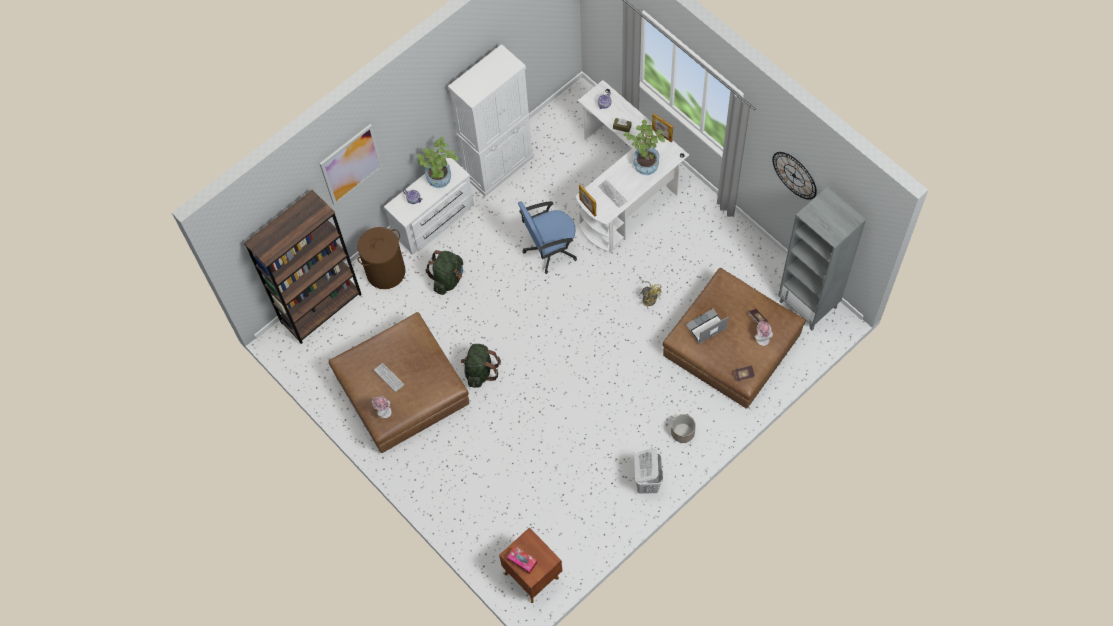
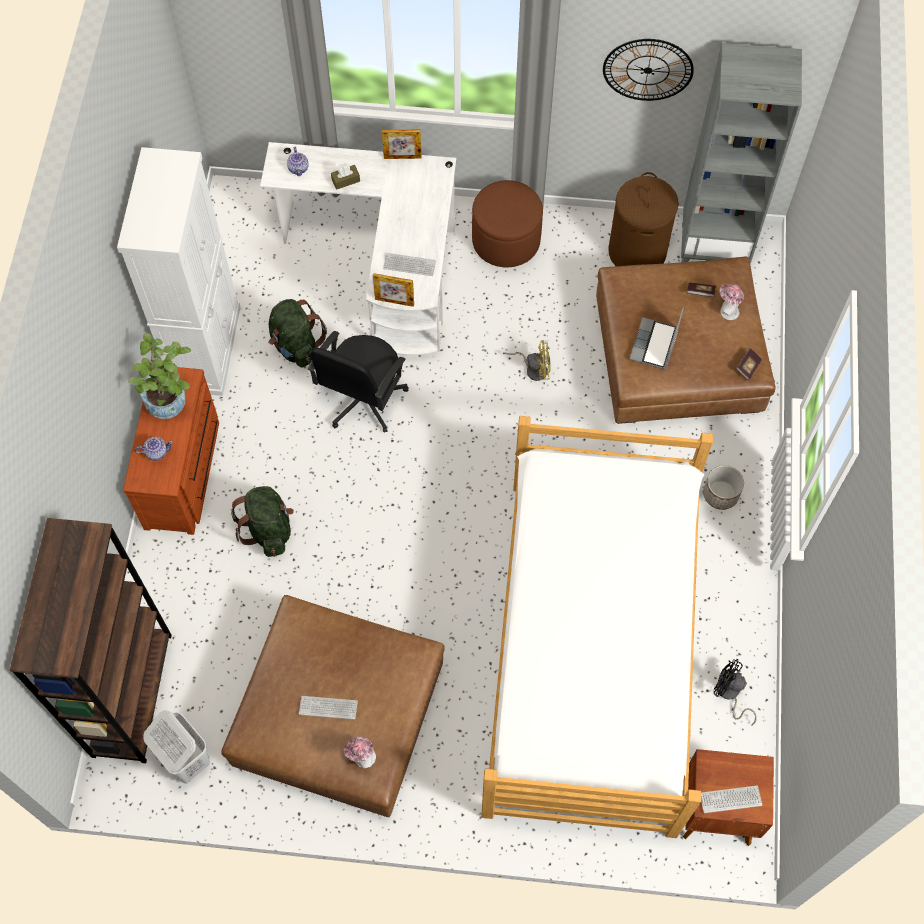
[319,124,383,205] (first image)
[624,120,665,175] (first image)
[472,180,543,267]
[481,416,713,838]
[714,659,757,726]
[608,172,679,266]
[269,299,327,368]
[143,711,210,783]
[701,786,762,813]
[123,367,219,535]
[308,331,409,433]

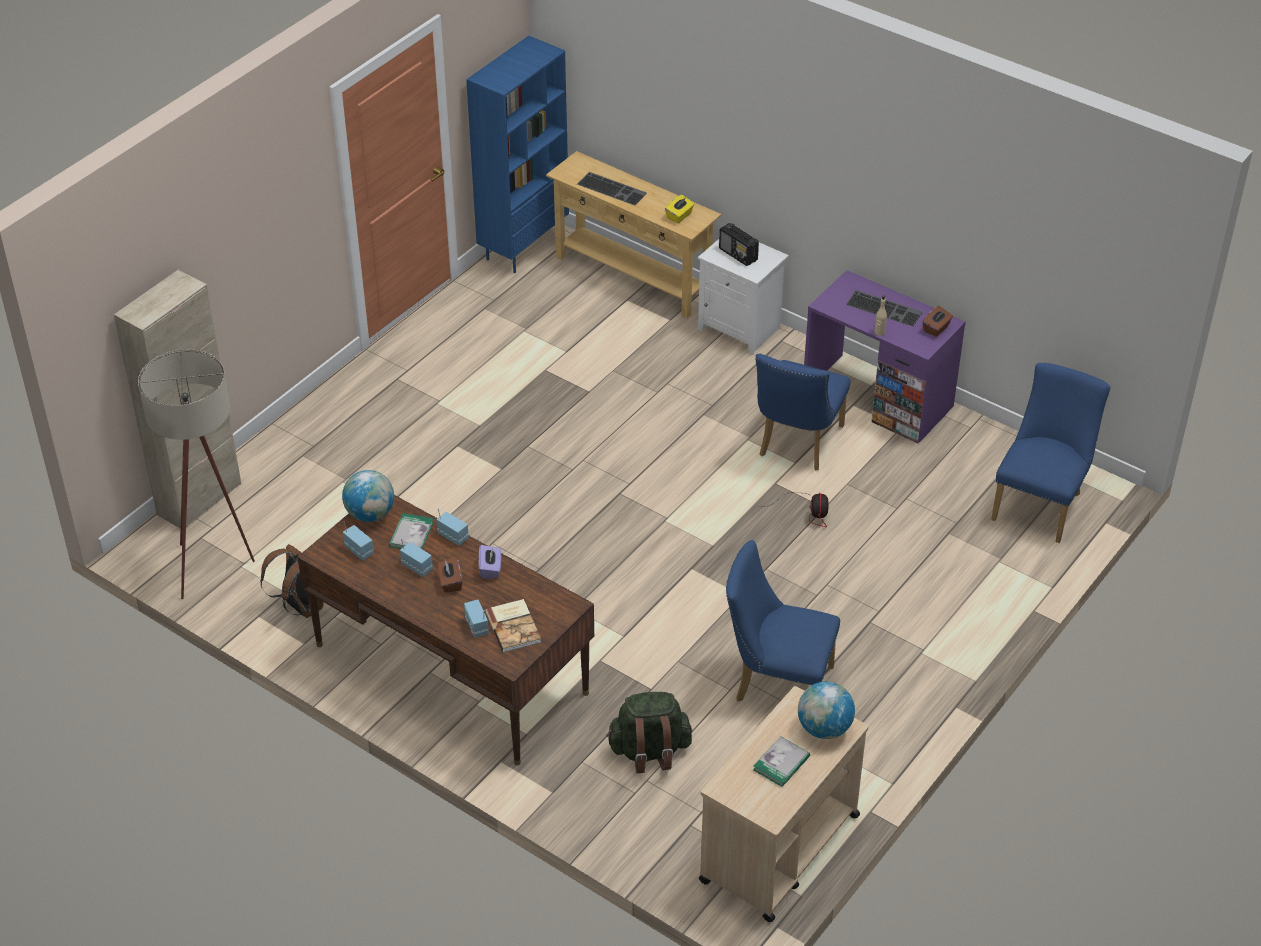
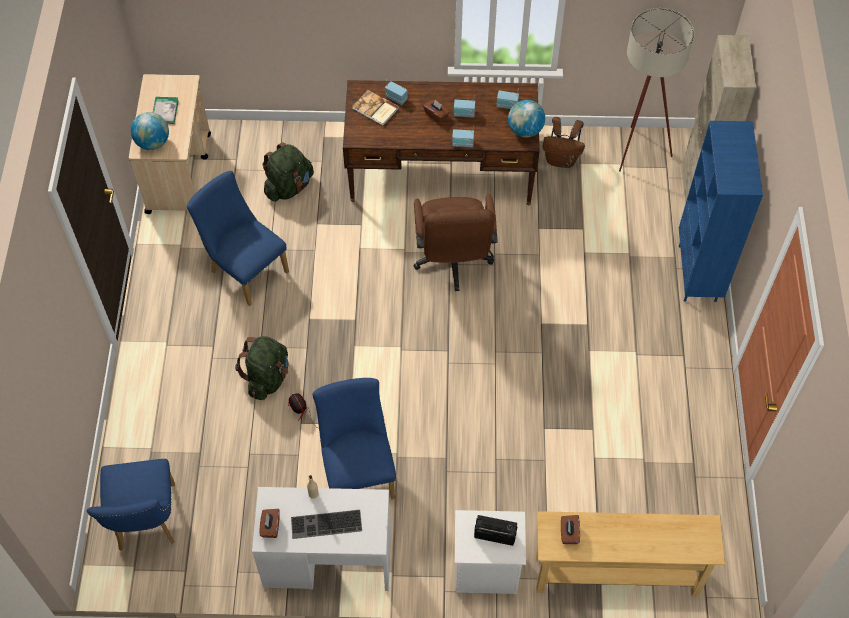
[389,513,434,549] (first image)
[478,545,501,579] (first image)
[577,172,647,205] (first image)
[235,336,289,400]
[414,194,498,291]
[679,121,763,302]
[561,515,580,544]
[252,487,391,591]
[187,171,289,306]

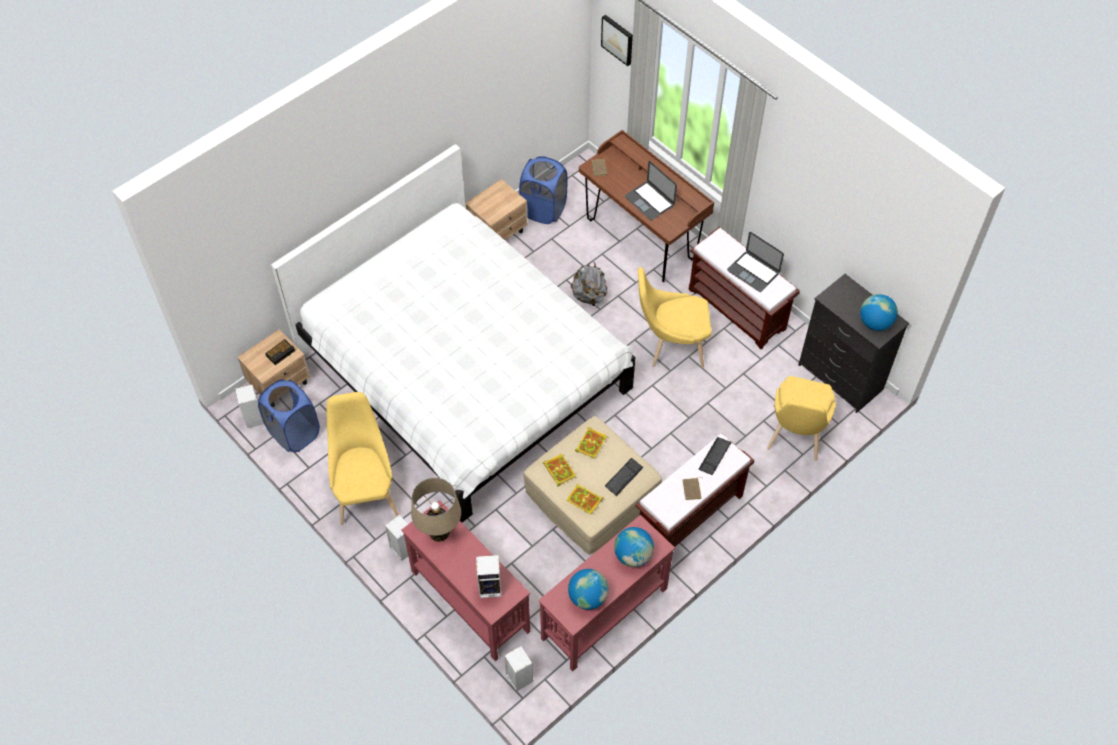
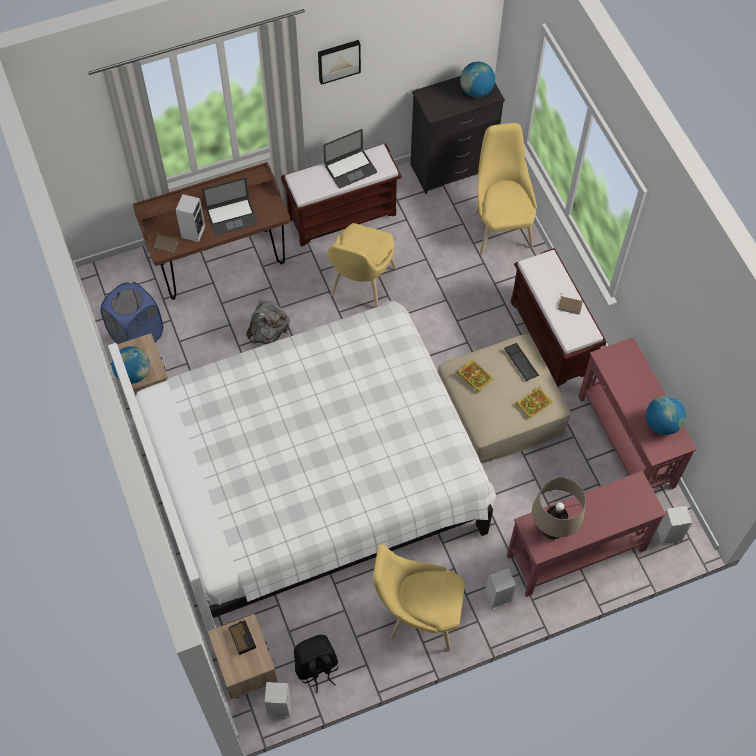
[543,454,576,486] (first image)
[698,437,731,475] (first image)
[176,194,205,242]
[318,40,361,85]
[112,346,150,384]
[294,635,338,693]
[473,123,537,255]

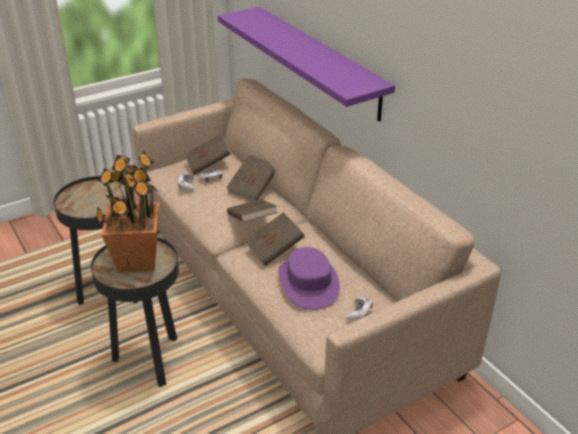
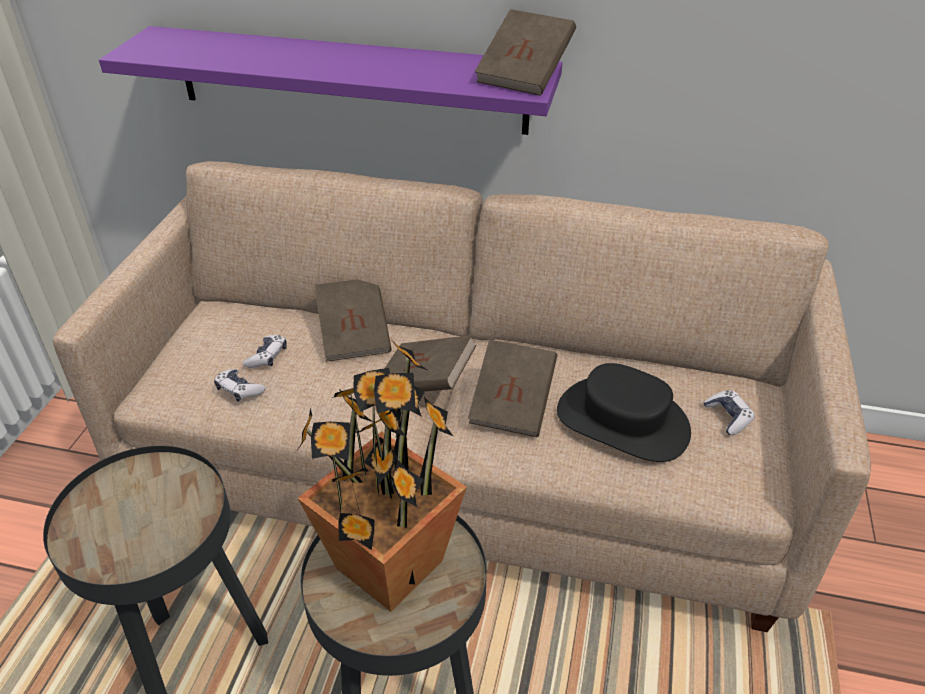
[475,9,576,96]
[557,363,691,462]

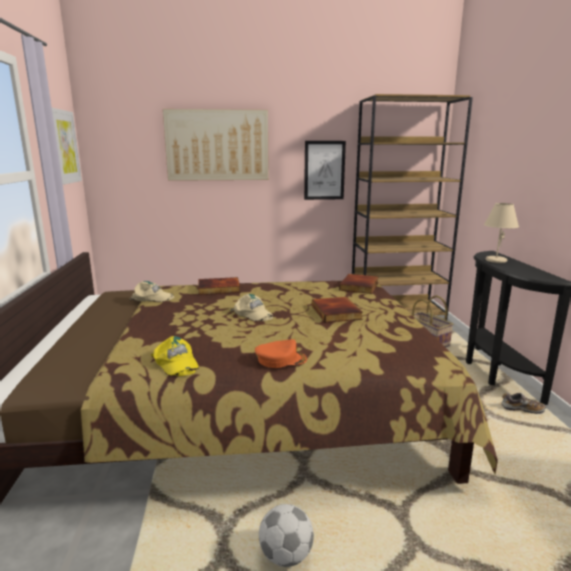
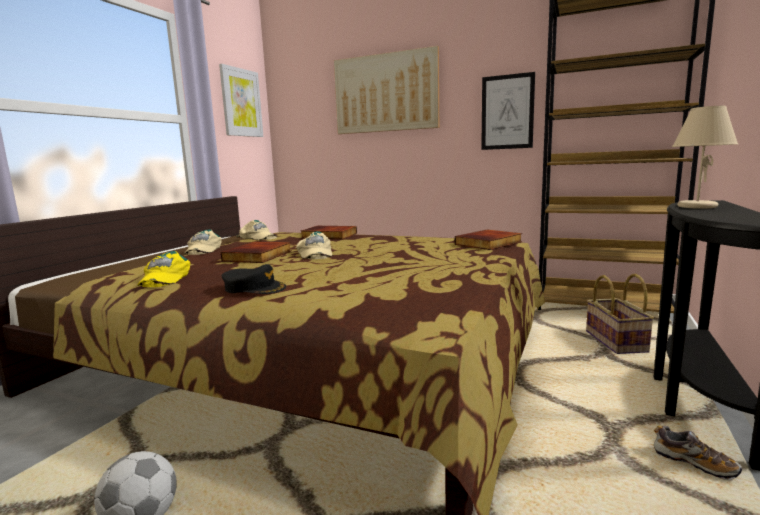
[184,229,222,255]
[221,242,292,263]
[221,264,286,294]

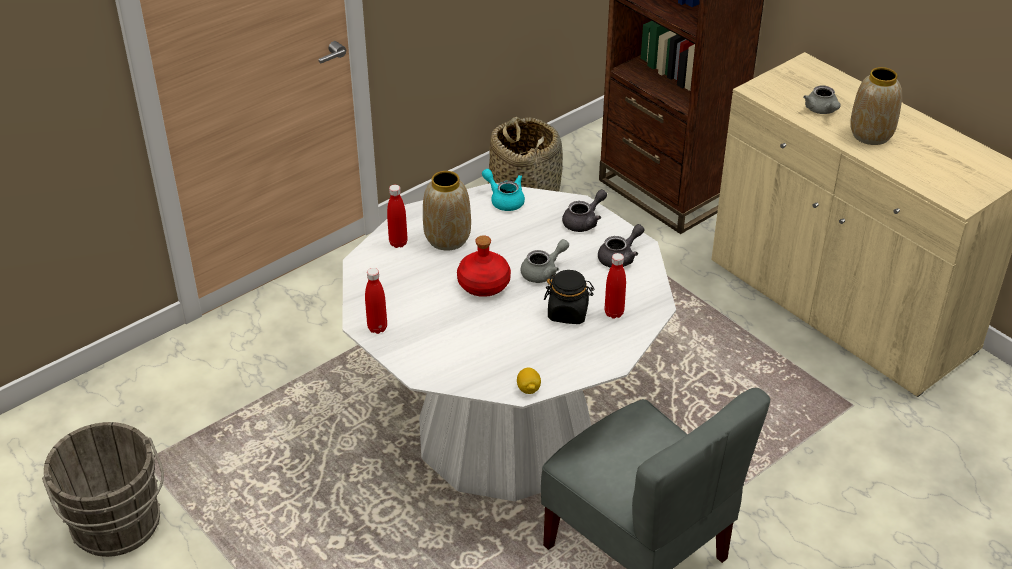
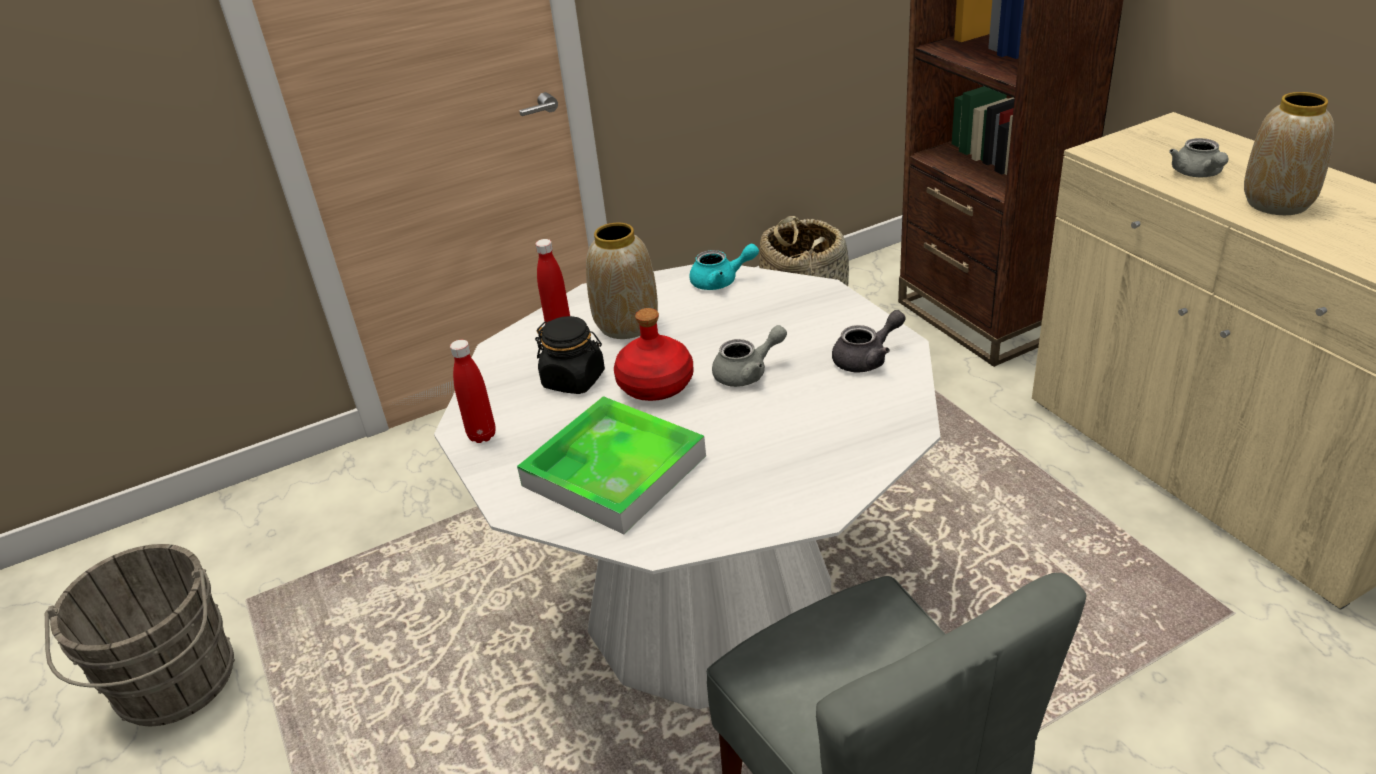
[517,367,541,394] (first image)
[562,189,607,232] (first image)
[605,253,626,319] (first image)
[517,396,706,535]
[535,316,605,394]
[689,244,759,290]

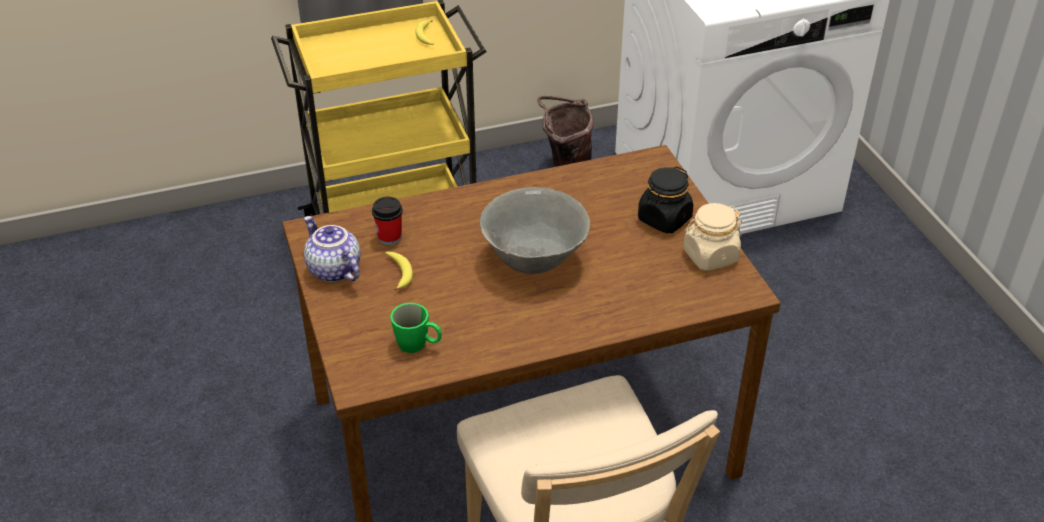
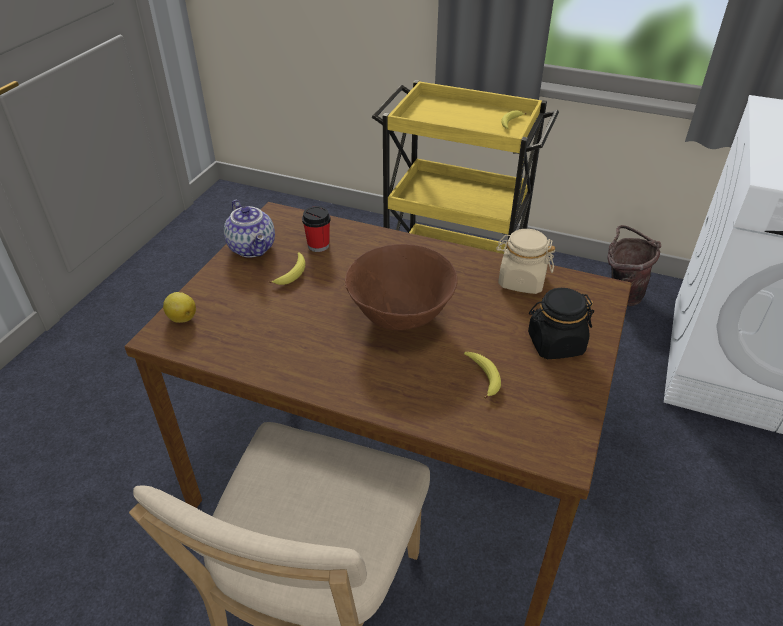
[390,303,442,353] (first image)
[163,292,196,323]
[464,352,501,399]
[496,229,555,294]
[345,244,458,330]
[224,200,275,258]

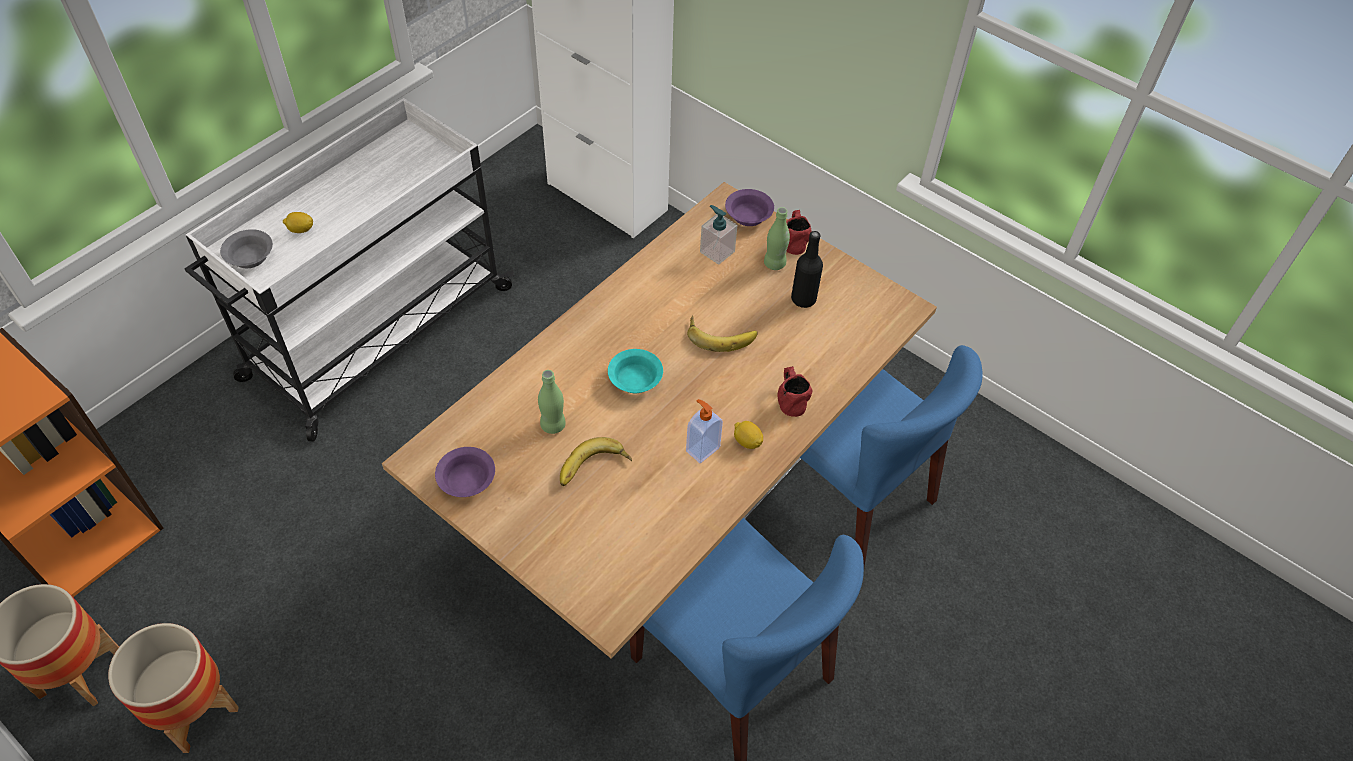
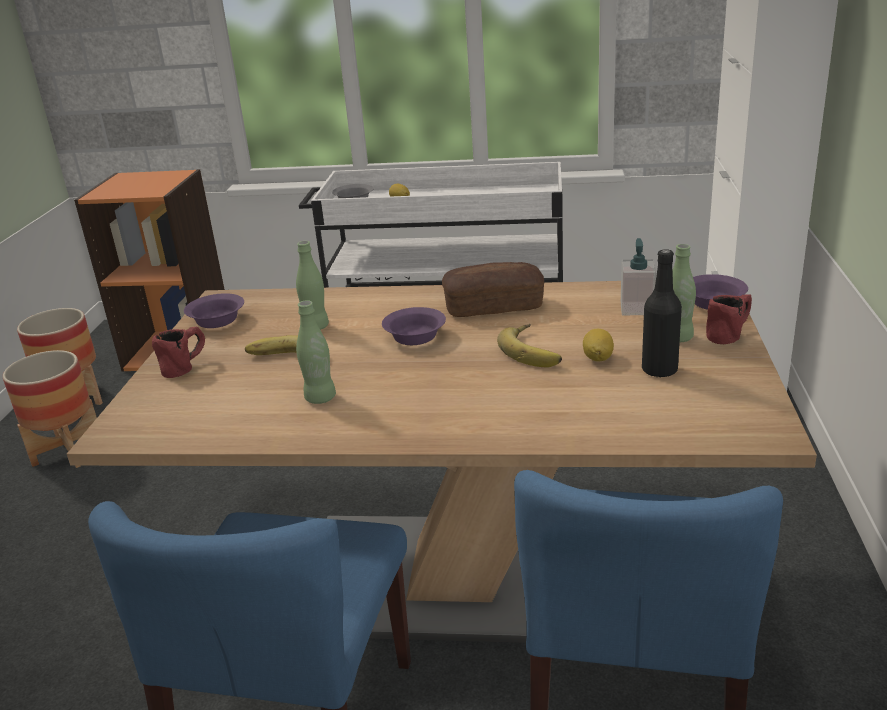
[686,399,723,463] (first image)
[296,300,336,404]
[442,262,544,317]
[583,329,614,361]
[152,327,205,378]
[382,307,446,345]

